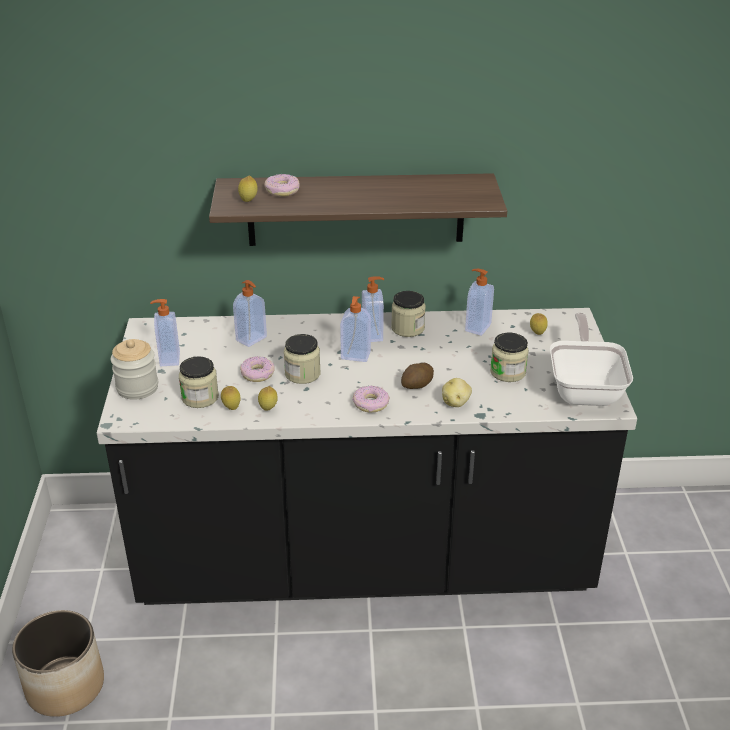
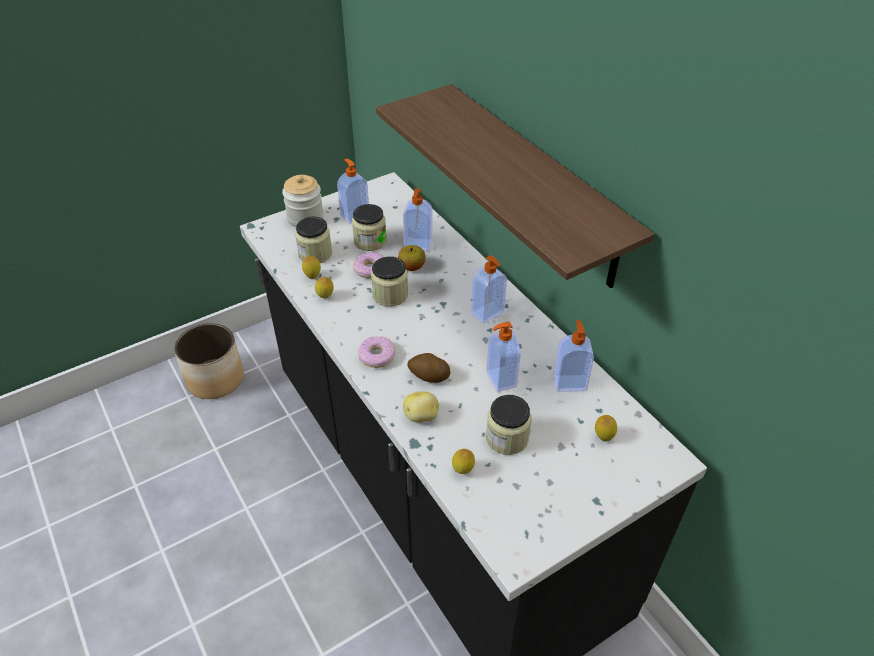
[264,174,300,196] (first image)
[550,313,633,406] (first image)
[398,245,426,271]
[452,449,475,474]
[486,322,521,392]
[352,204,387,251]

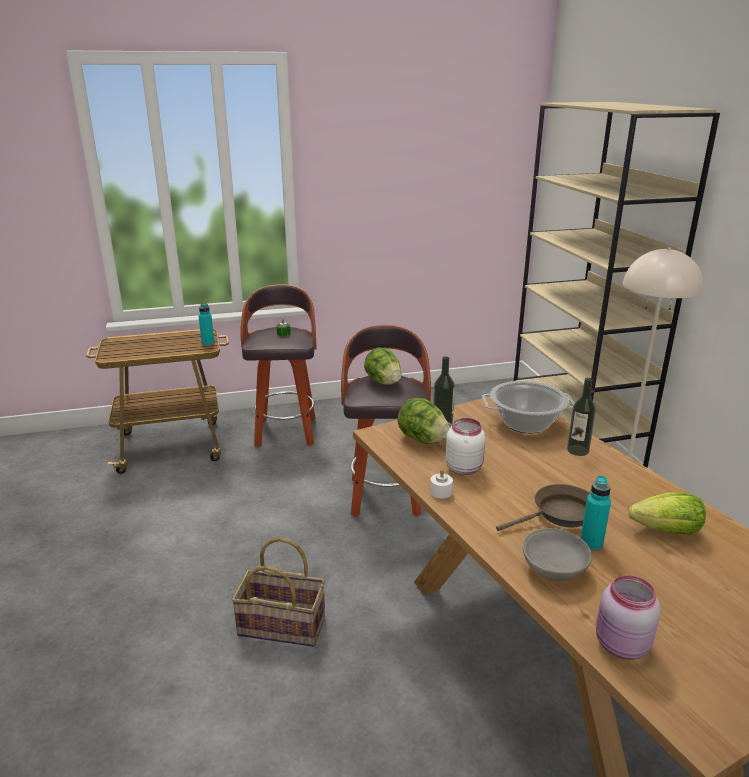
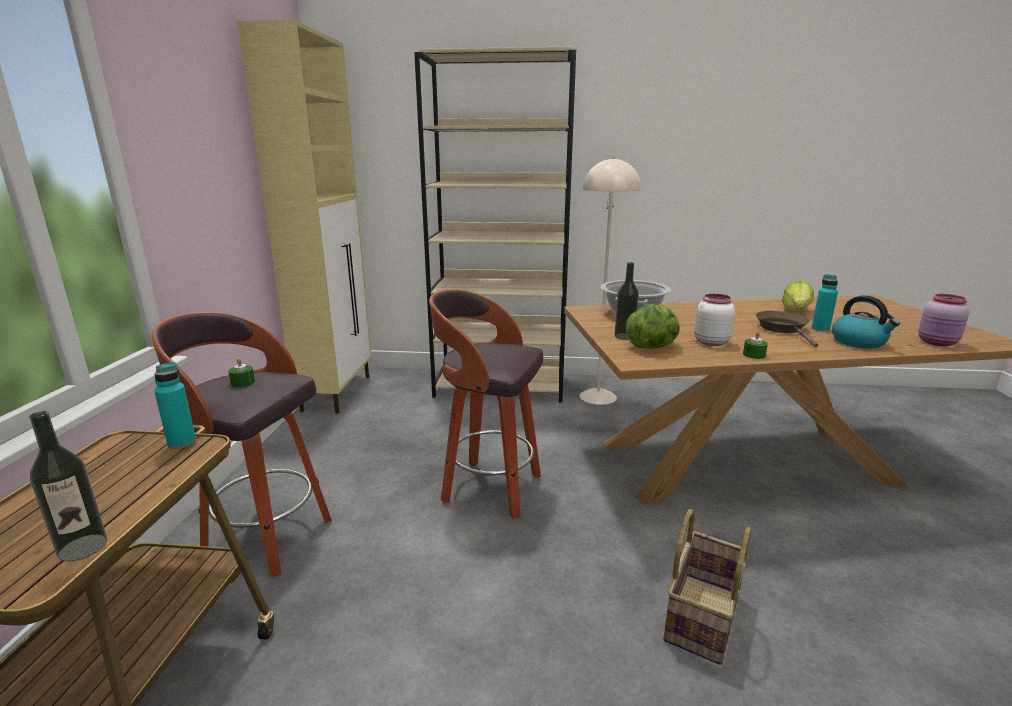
[364,347,401,385] (first image)
[237,20,372,414]
[29,411,107,562]
[832,295,900,349]
[743,331,768,359]

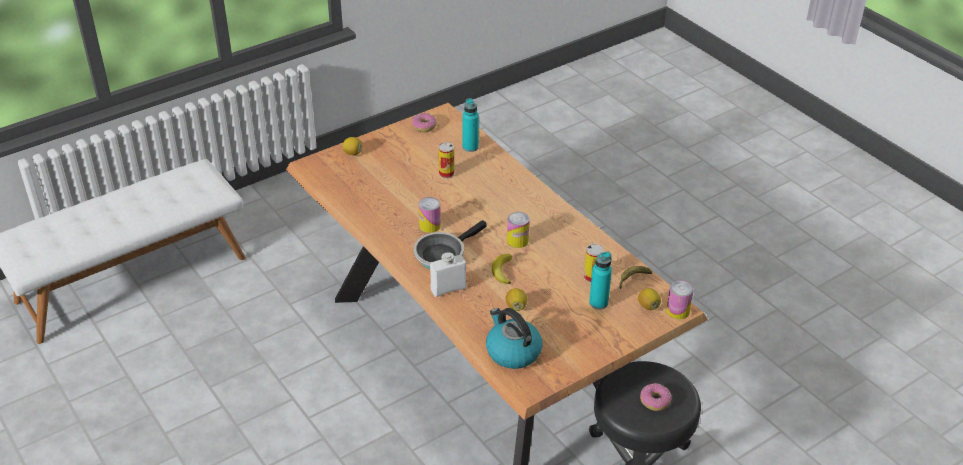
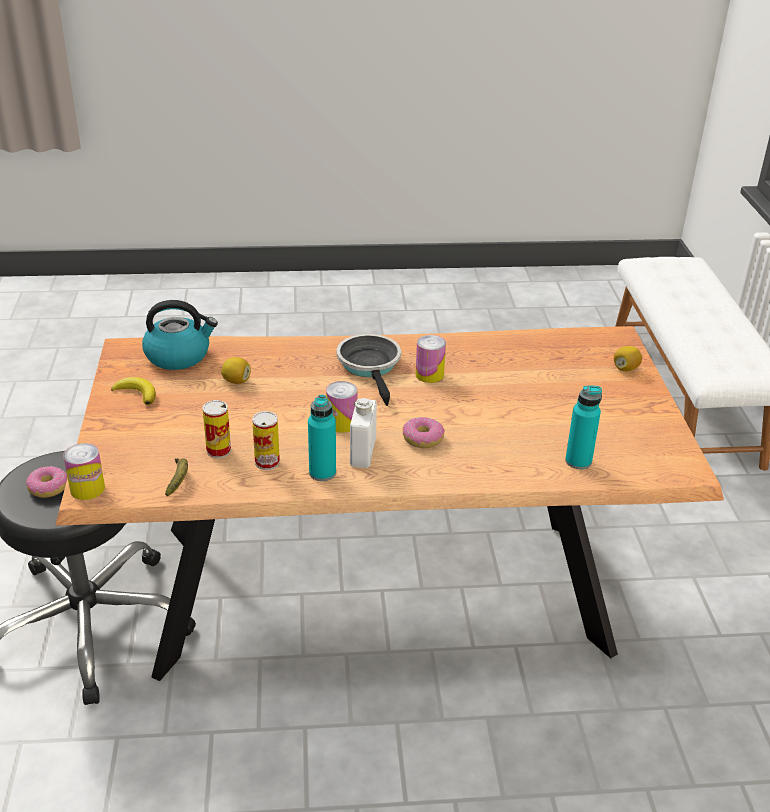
[638,288,661,310] (first image)
[403,417,445,448]
[350,398,377,468]
[252,411,280,470]
[111,377,156,405]
[308,395,336,481]

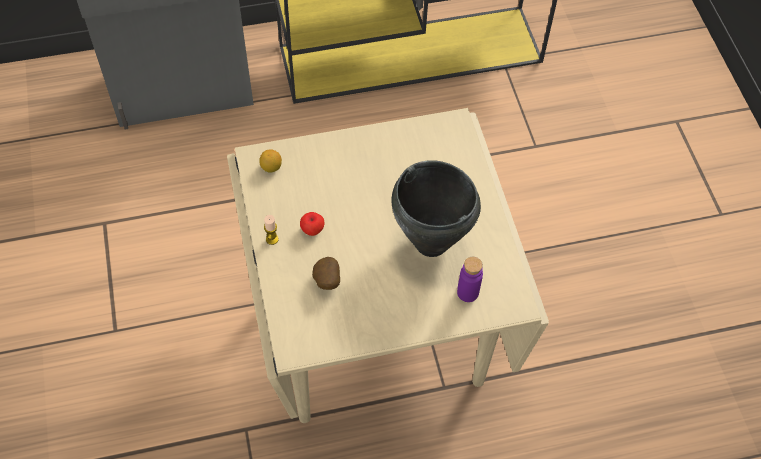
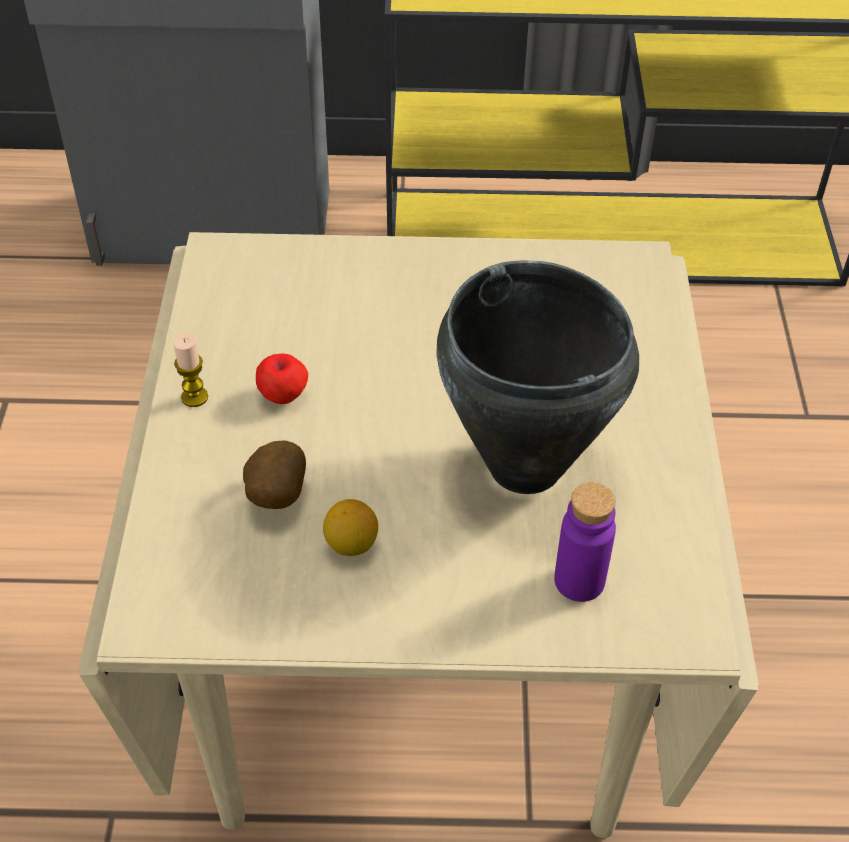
[323,499,378,556]

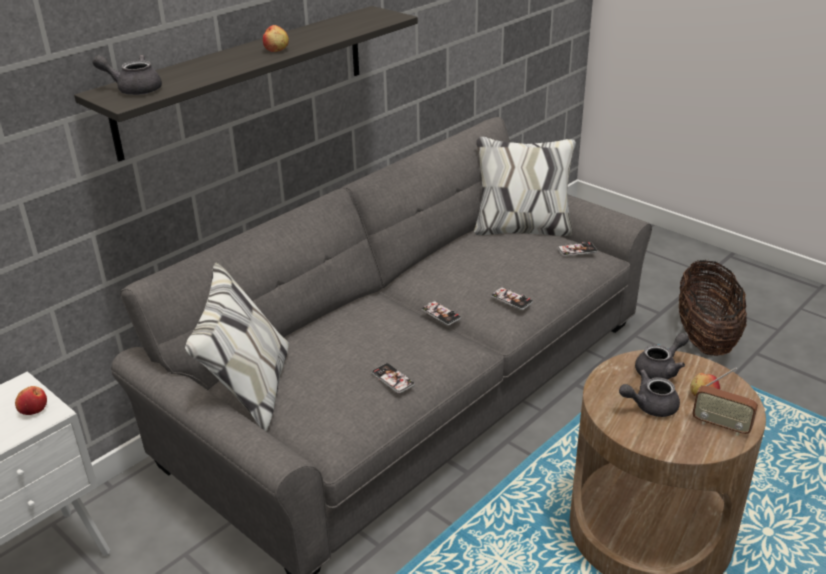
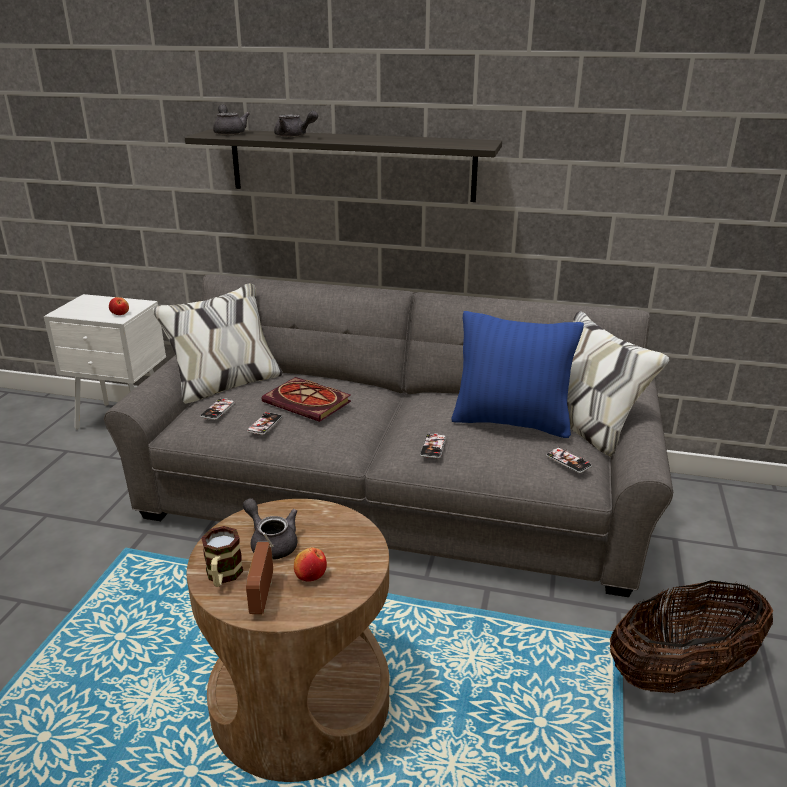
[263,25,289,52] (first image)
[201,526,243,587]
[262,377,351,422]
[451,311,584,438]
[200,398,235,420]
[274,111,318,137]

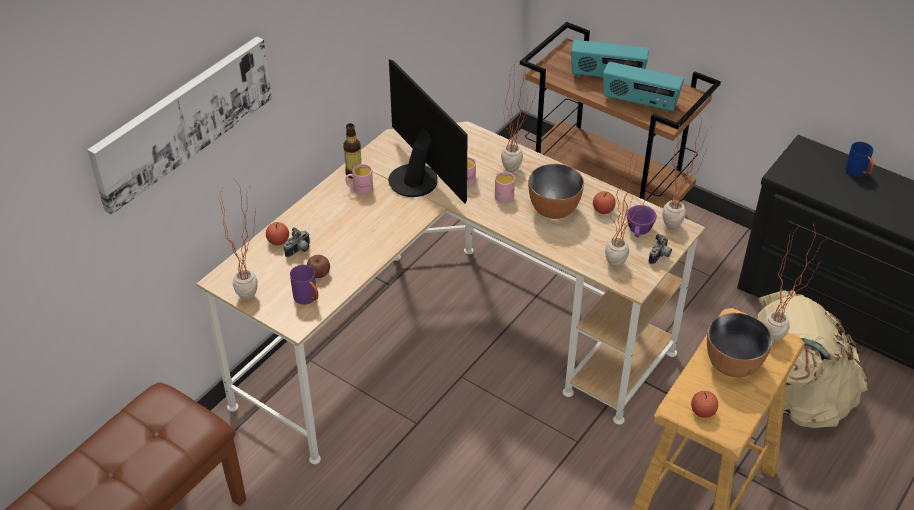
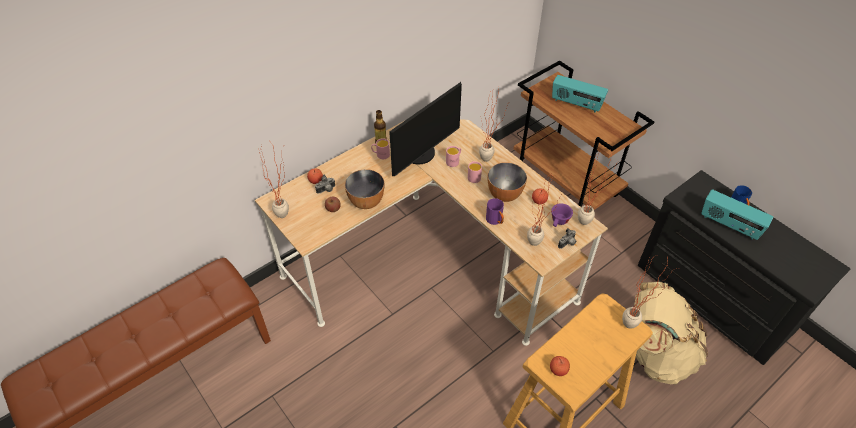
[87,36,272,215] (first image)
[486,198,504,225]
[701,189,773,240]
[345,169,385,209]
[389,82,462,176]

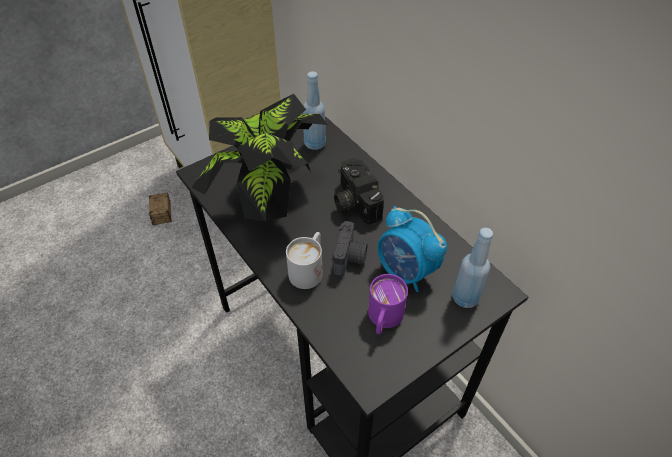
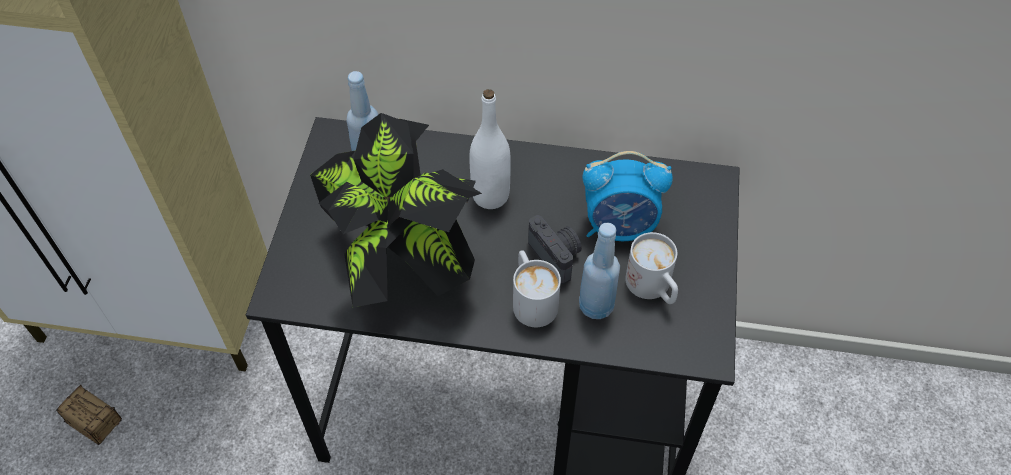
[579,222,620,319]
[469,89,511,209]
[625,232,678,304]

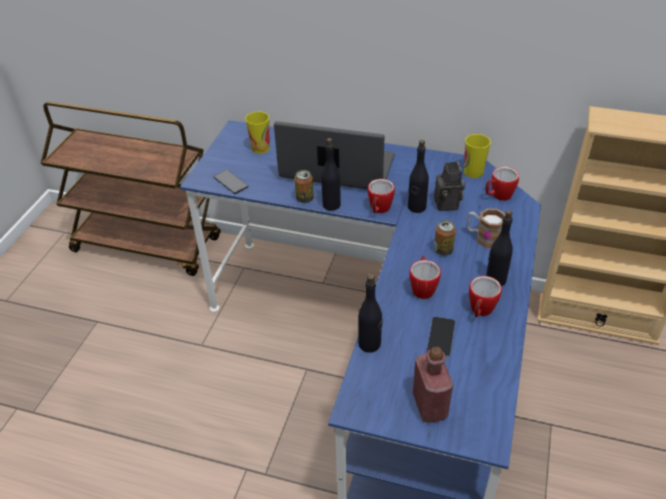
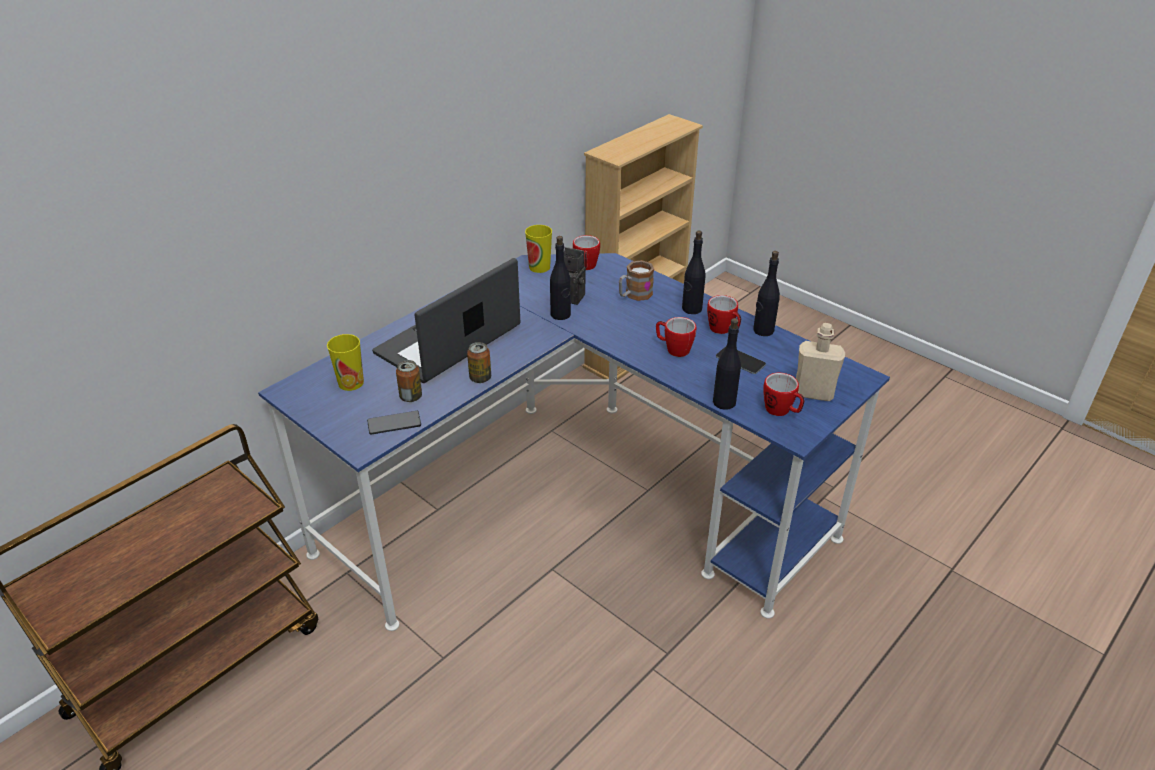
[753,251,780,336]
[764,373,805,416]
[396,360,422,402]
[796,323,845,401]

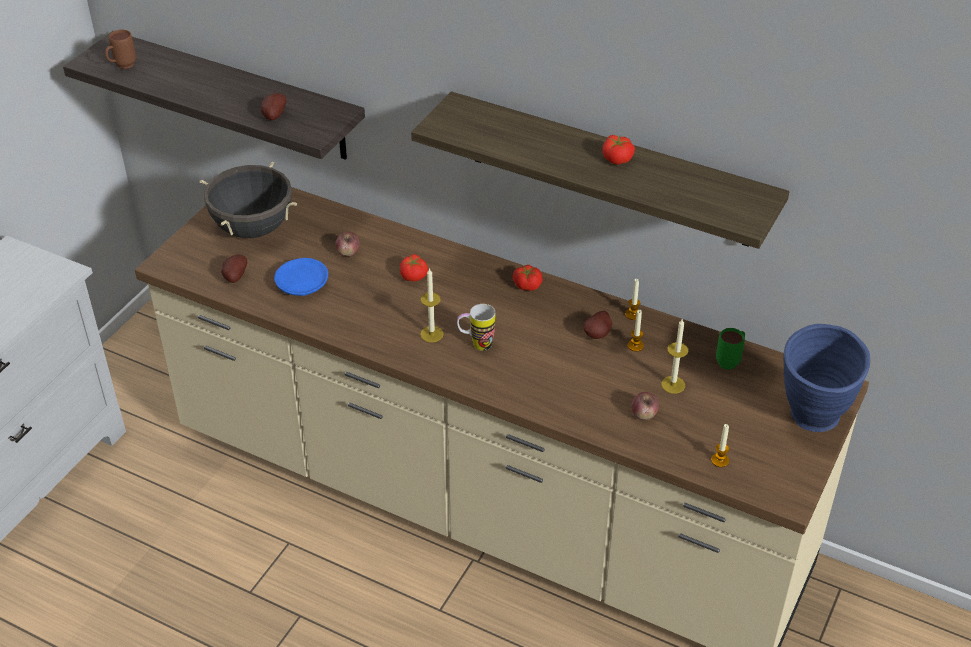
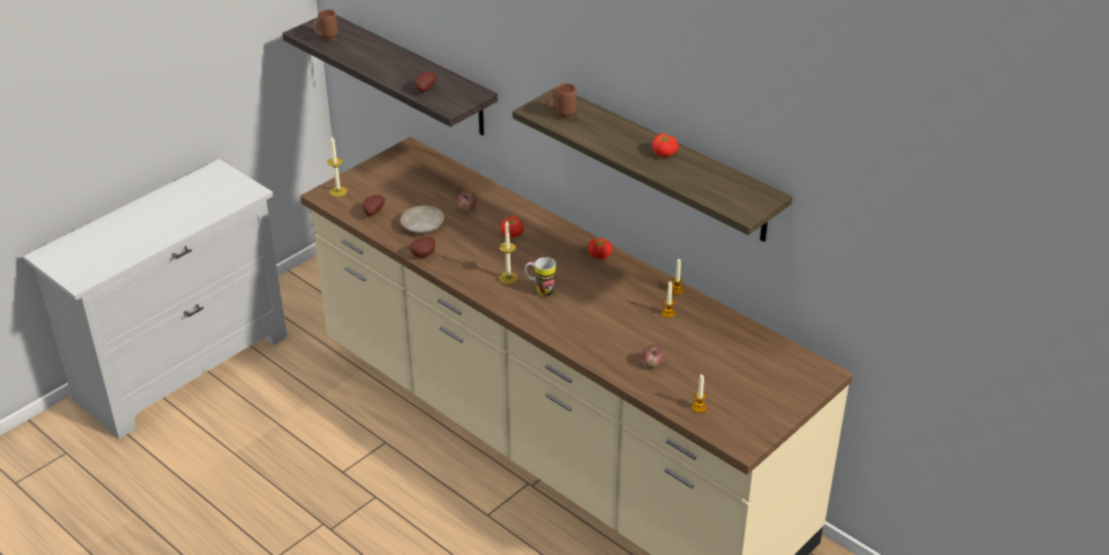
[200,161,297,238] (first image)
[716,328,745,369] (first image)
[783,324,870,432] (first image)
[547,83,577,119]
[410,237,435,258]
[328,136,347,197]
[400,206,444,234]

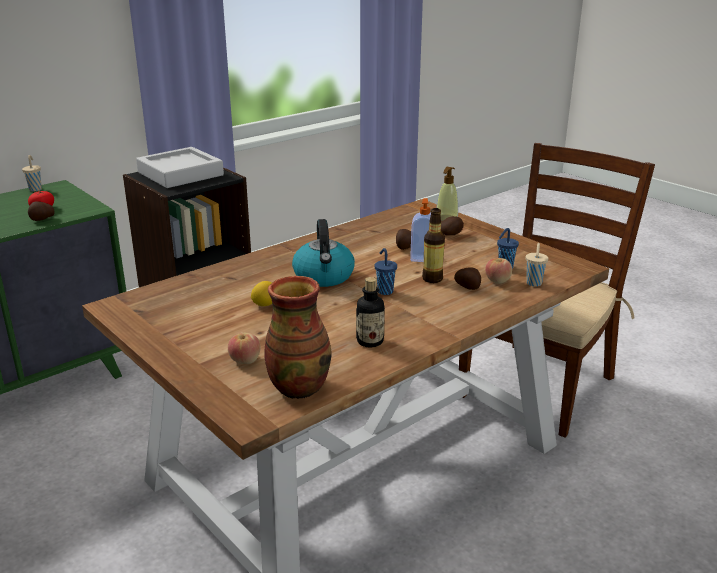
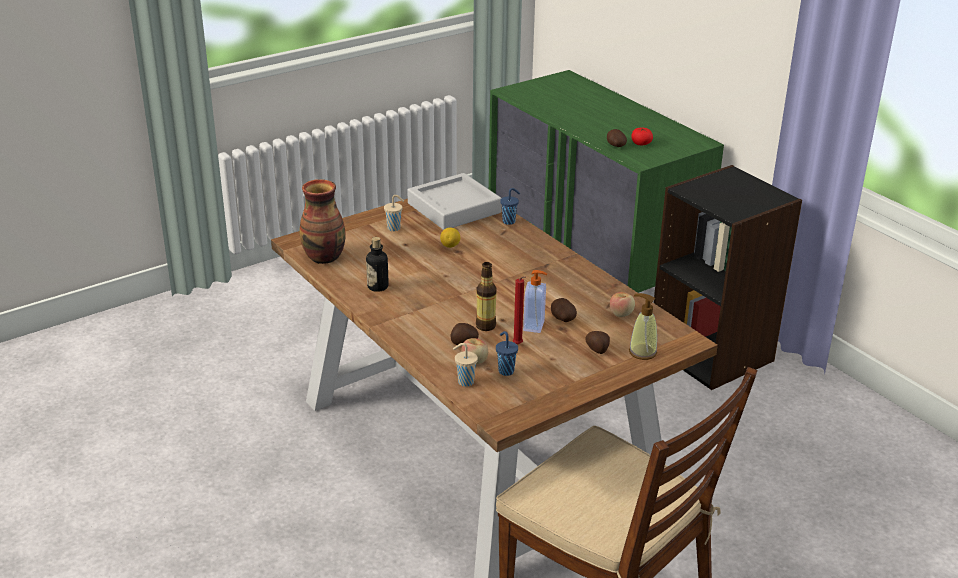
[292,219,355,287] (first image)
[513,276,526,345]
[384,195,404,231]
[407,173,502,230]
[610,292,635,317]
[500,188,520,225]

